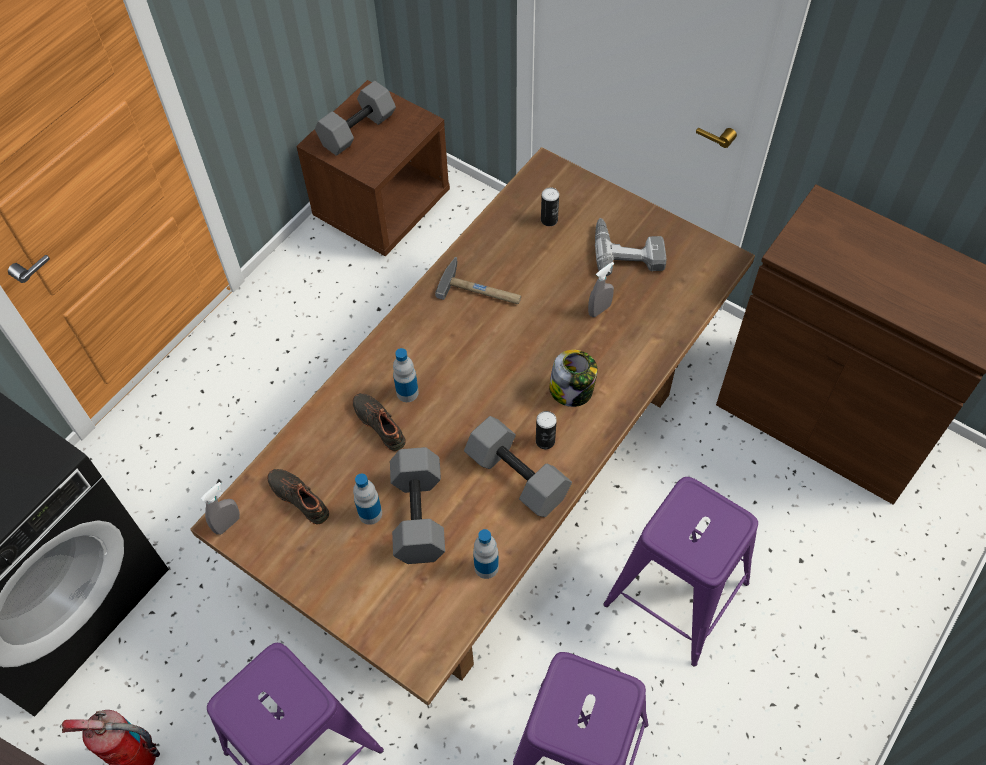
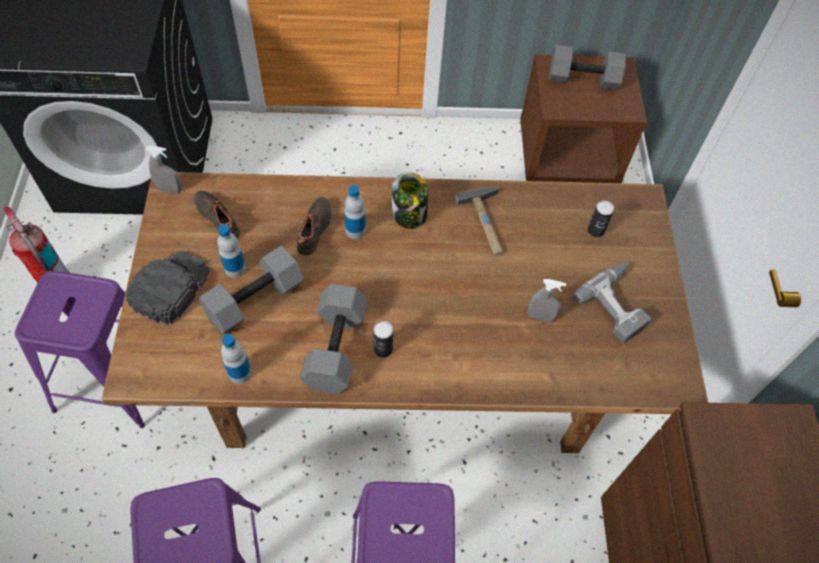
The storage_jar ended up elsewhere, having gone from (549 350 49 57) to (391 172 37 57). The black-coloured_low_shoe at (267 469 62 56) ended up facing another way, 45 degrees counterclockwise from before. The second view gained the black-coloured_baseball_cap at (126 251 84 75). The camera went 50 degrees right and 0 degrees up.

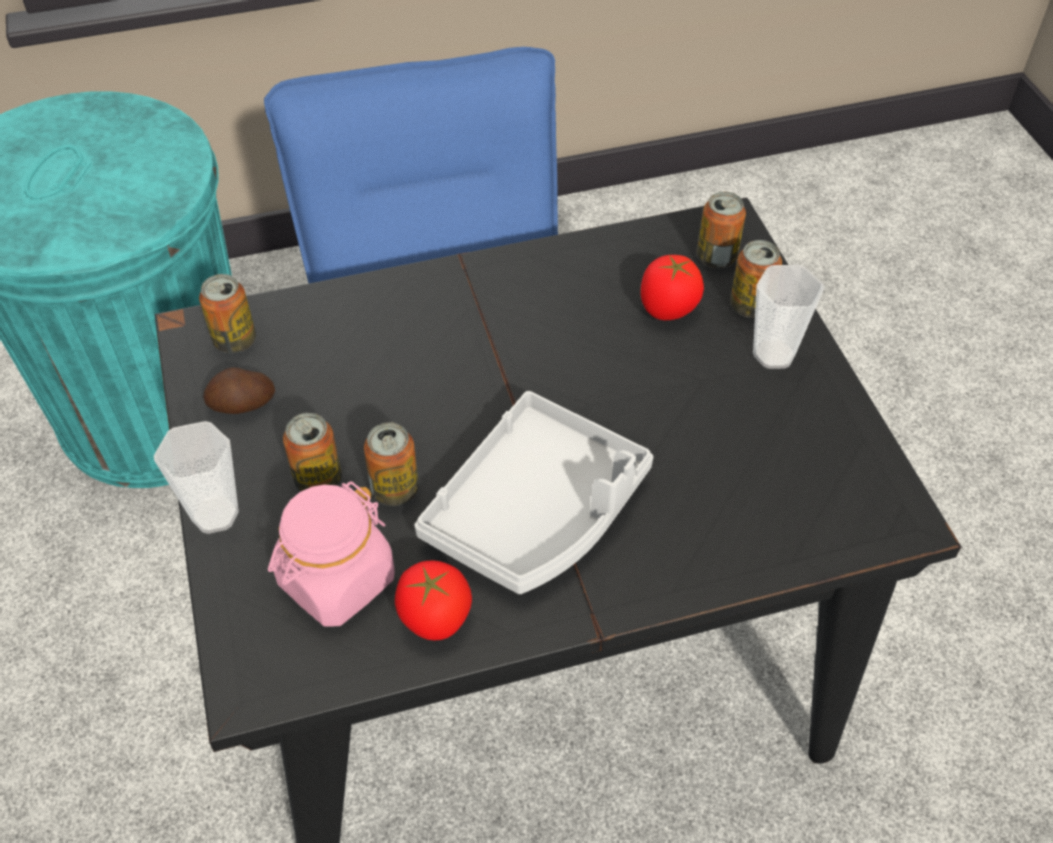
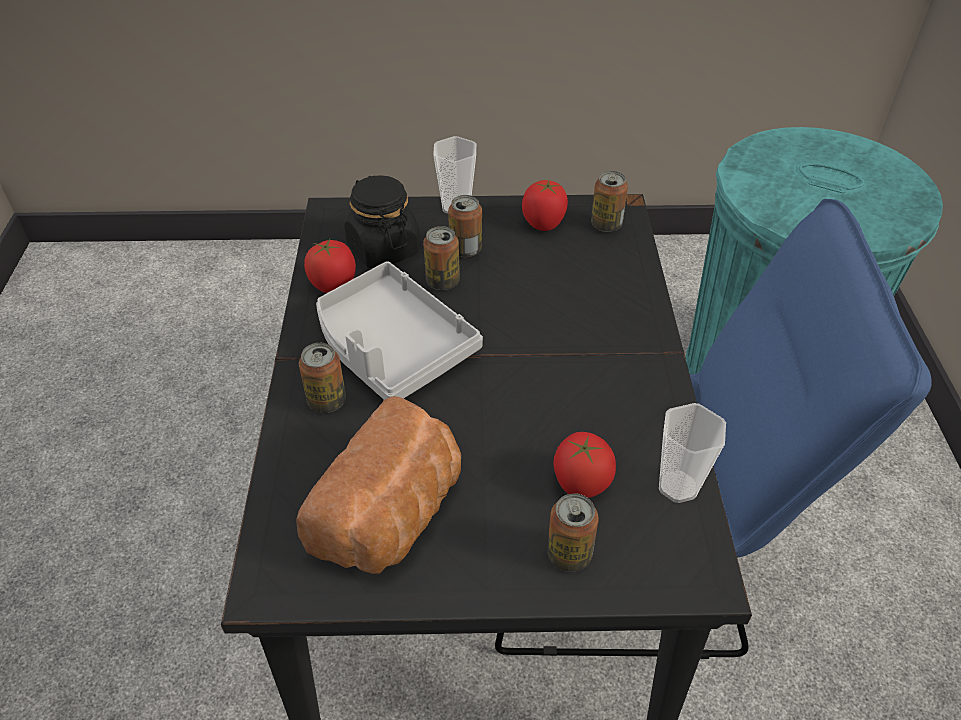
The metal_can ended up elsewhere, having gone from (697 191 49 77) to (299 343 47 70). The small_cup ended up elsewhere, having gone from (753 265 71 104) to (659 403 67 100). Where the spud stood at (203 367 72 47), the whole_tomato came to stand at (522 180 46 51). What was the pink_storage_jar at (268 481 127 146) turned into the black-coloured_storage_jar at (344 175 77 93). The second view gained the baked_bread at (296 396 165 178). The camera went 105 degrees right and 5 degrees down.

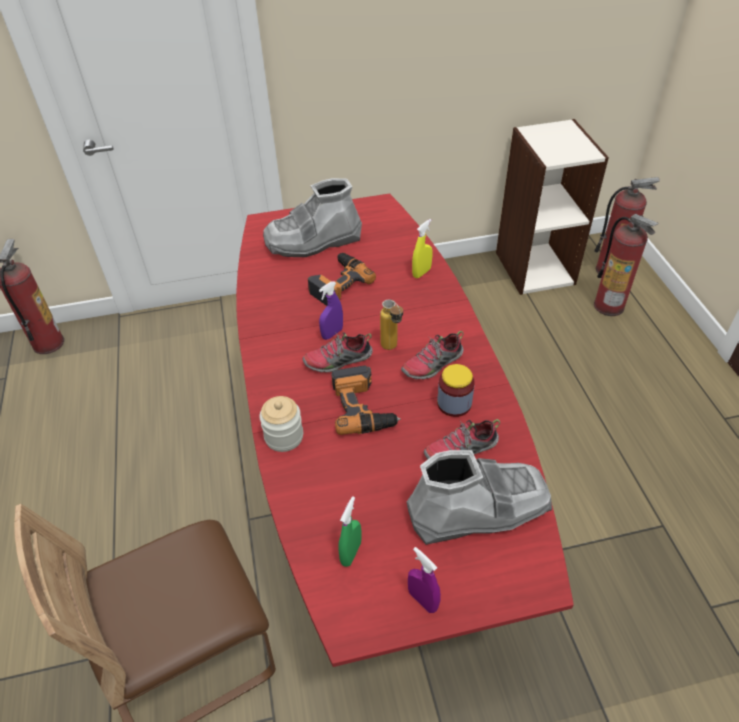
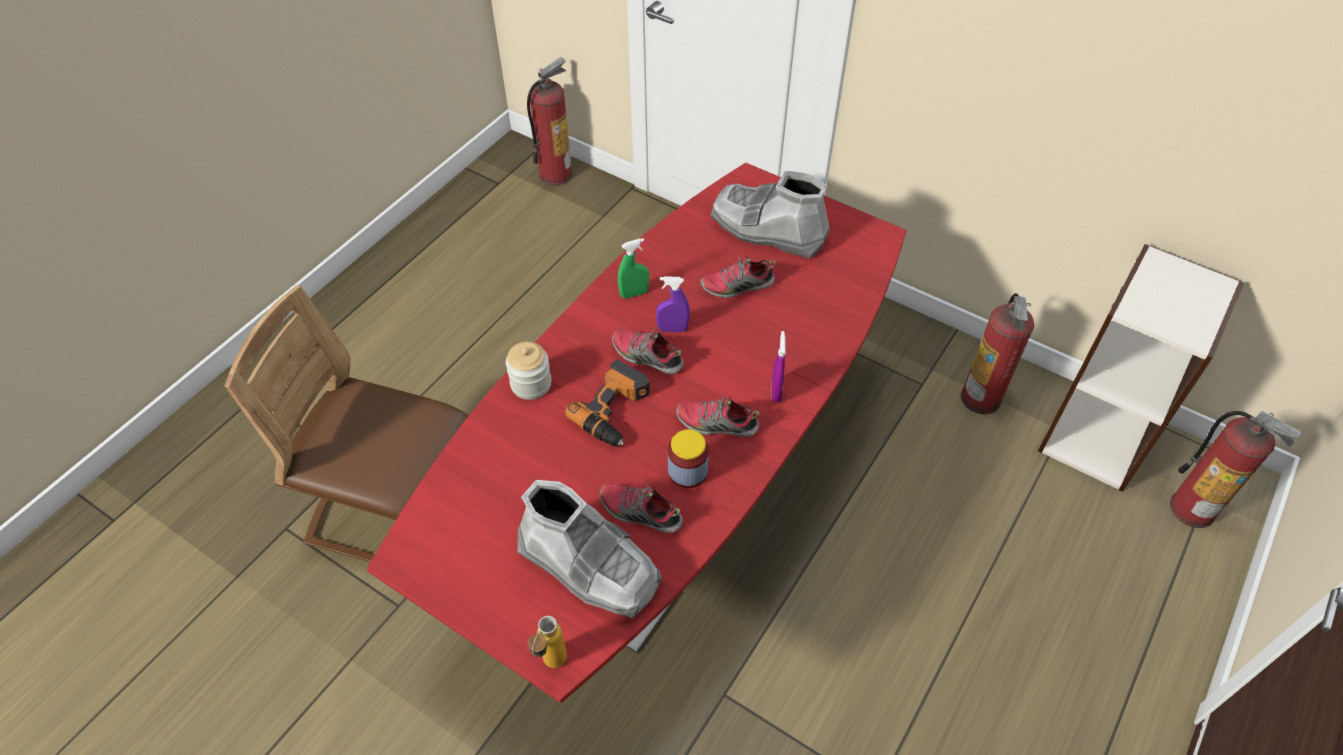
The fire_extinguisher ended up elsewhere, having gone from (594 214 64 102) to (961 293 73 121). The second view lost the yellow_hand_sprayer at (412 219 20 59). Where the electric_drill stood at (308 253 68 53), the low_shoe came to stand at (700 256 76 42). The drink_bottle ended up elsewhere, having gone from (380 299 23 51) to (528 616 39 52). The green-coloured_hand_sprayer ended up elsewhere, having gone from (338 496 24 71) to (618 238 31 61). The purplish_hand_sprayer ended up elsewhere, having gone from (408 547 33 66) to (772 331 14 72). The camera went 45 degrees right and 5 degrees up.

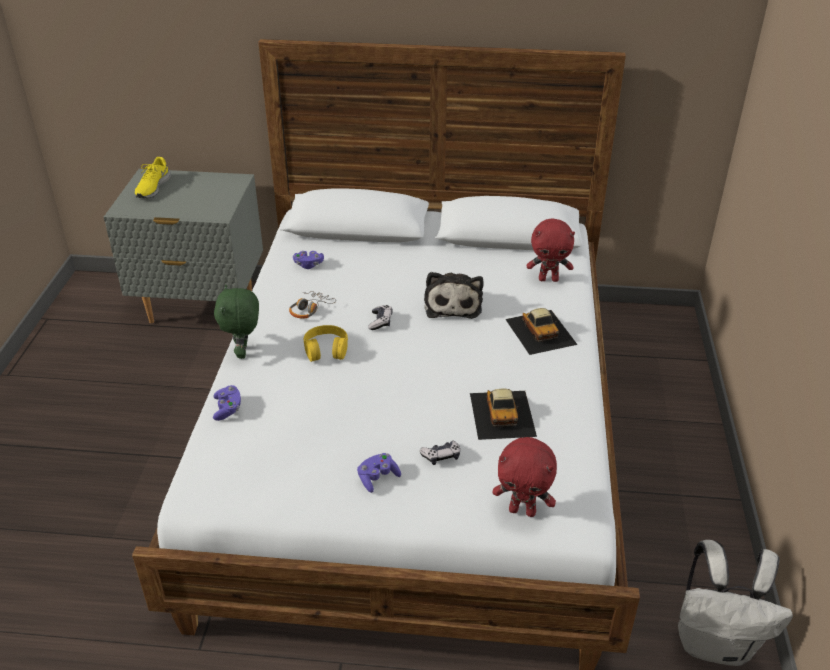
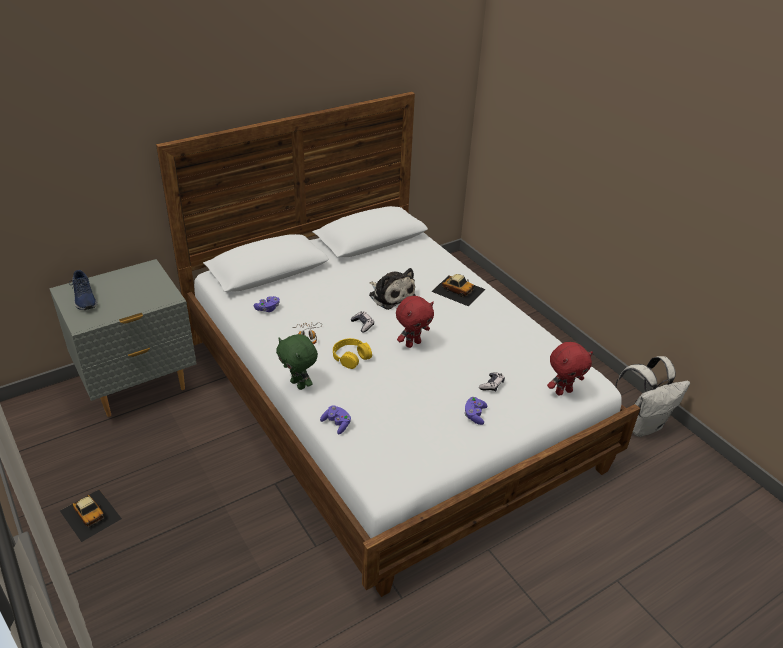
What was the yellow_low_shoe at (135 157 36 41) turned into the bluish_low_shoe at (69 270 28 40). The red-coloured_cuddly_toy ended up elsewhere, having gone from (527 218 48 64) to (396 296 38 52). The miniature_car ended up elsewhere, having gone from (470 389 67 51) to (60 490 62 52). The camera went 40 degrees left and 0 degrees up.

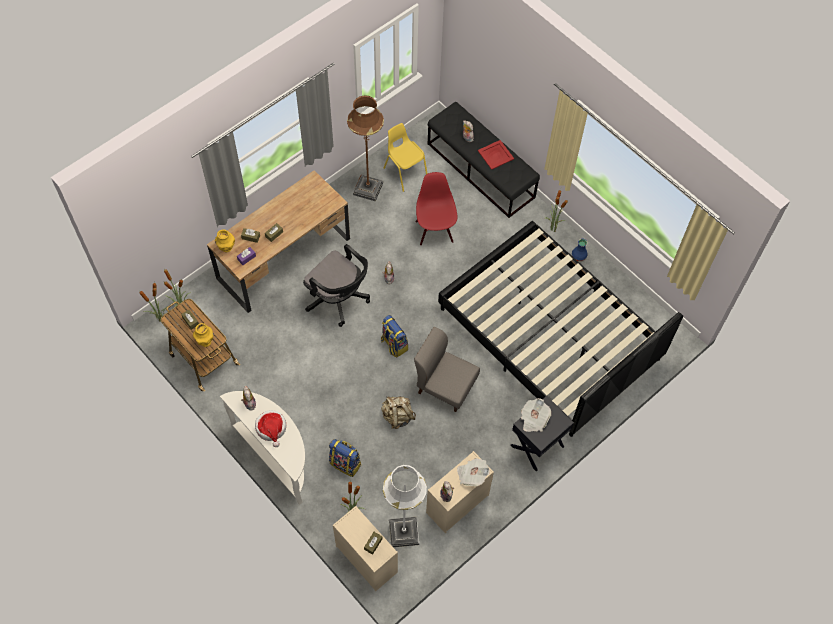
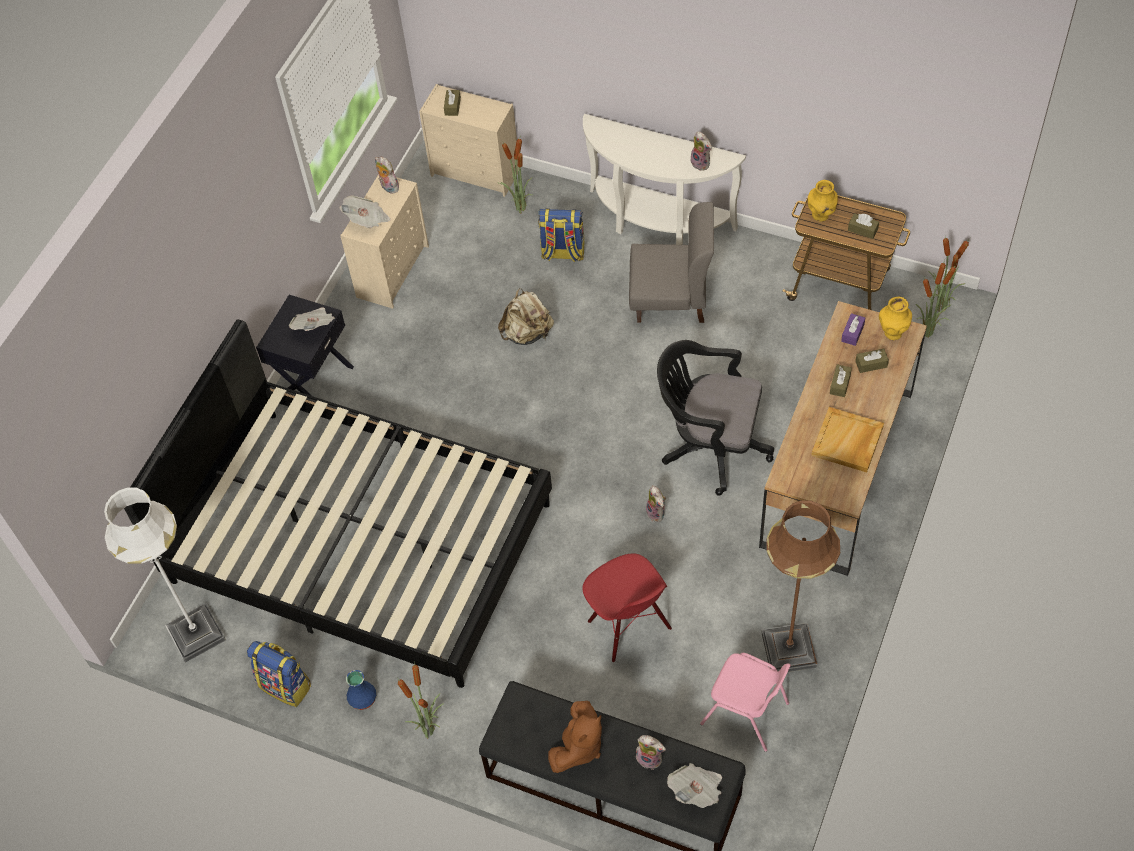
What was the yellow_upright_chair at (384 123 44 69) turned into the pink_upright_chair at (700 653 91 99). Where the red-coloured_serving_tray stood at (478 140 36 30), the brown_cuddly_toy came to stand at (548 701 54 72). The knapsack ended up elsewhere, having gone from (381 315 27 42) to (247 641 64 66). The gray_upright_chair ended up elsewhere, having gone from (414 327 66 85) to (629 202 85 121). The second view lost the clothing_hat at (255 410 31 37). The white_standard_lamp ended up elsewhere, having gone from (383 465 44 82) to (104 488 122 175). The second view gained the sand-coloured_serving_tray at (811 407 73 66). The second view gained the daily_paper at (667 763 55 45). The camera went 160 degrees right and 5 degrees down.

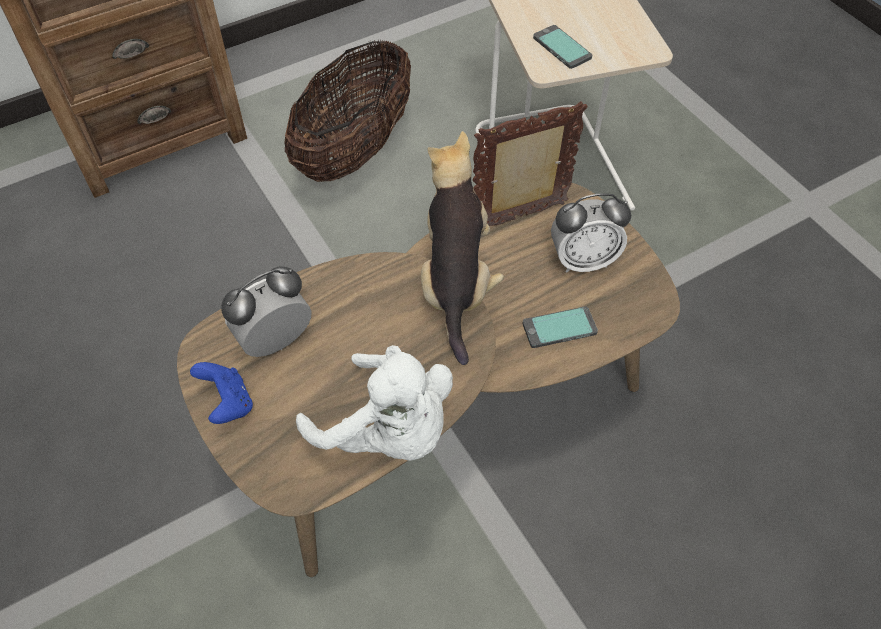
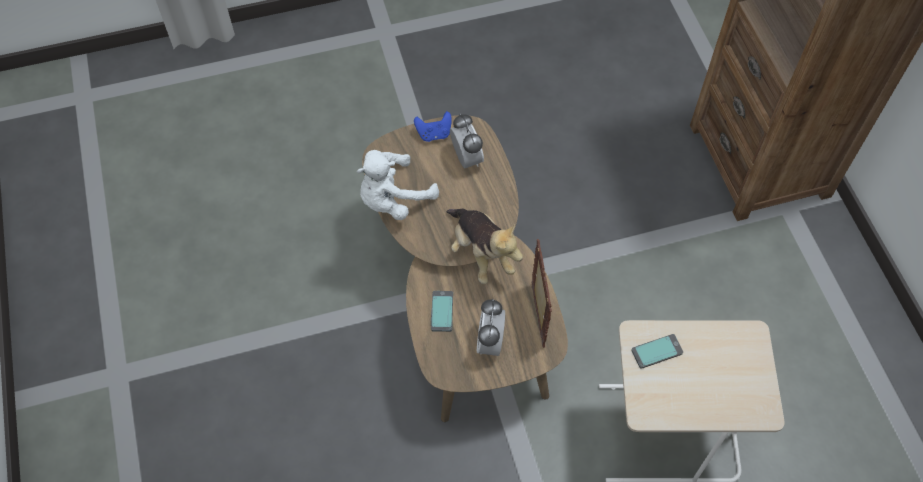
The second view lost the basket at (285 40 126 142). The cuddly_toy at (421 131 83 234) ended up facing another way, 45 degrees clockwise from before. The camera went 105 degrees right and 5 degrees up.

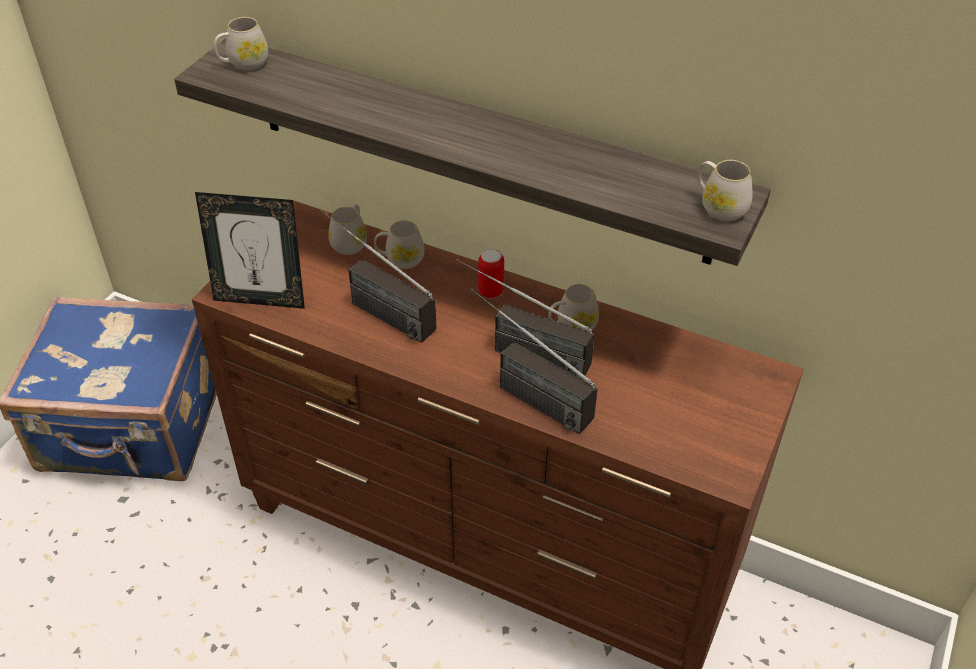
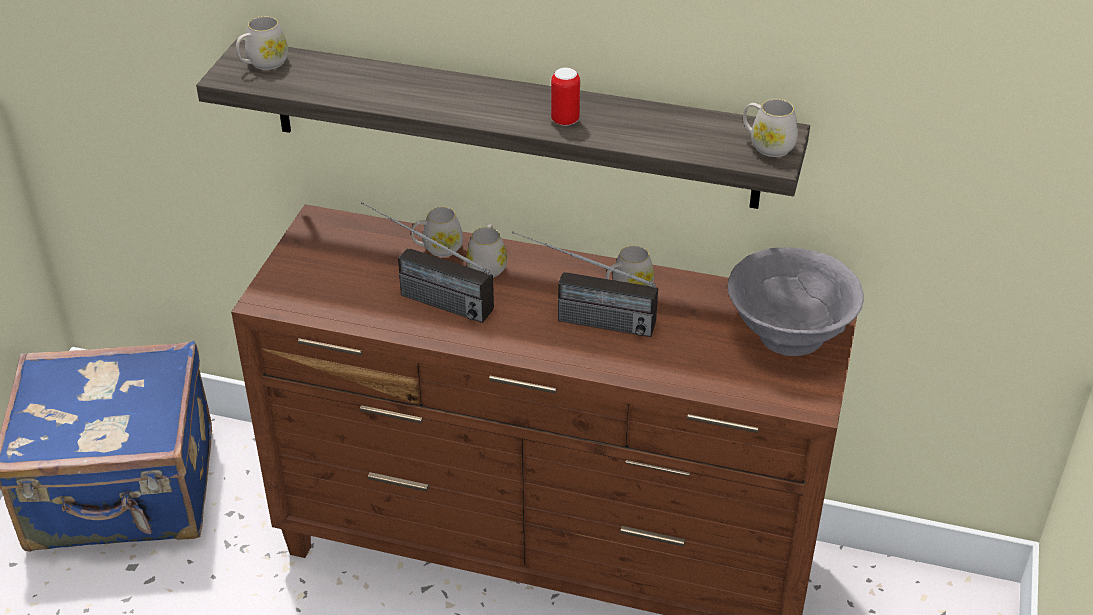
The second view lost the picture_frame at (195 192 110 117). The white_tea_mug ended up elsewhere, having gone from (328 204 39 51) to (466 224 41 54). The metal_can ended up elsewhere, having gone from (478 249 26 49) to (551 68 29 58). The second view lost the radio_receiver at (471 288 127 146). The second view gained the gray_bowl at (727 247 137 109). The camera went 10 degrees left and 5 degrees down.

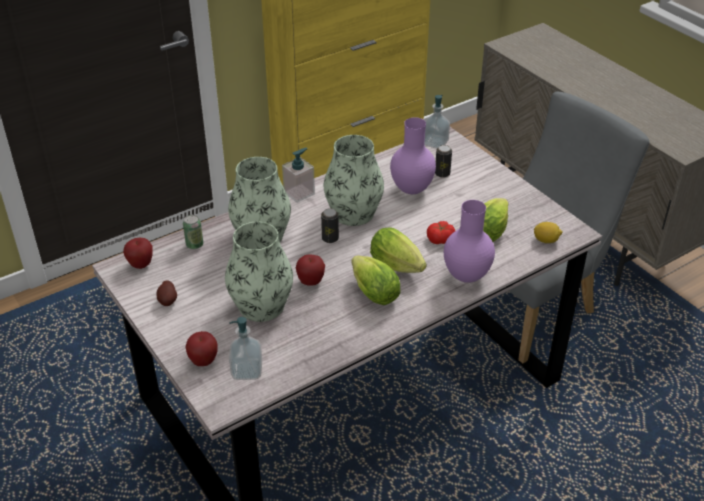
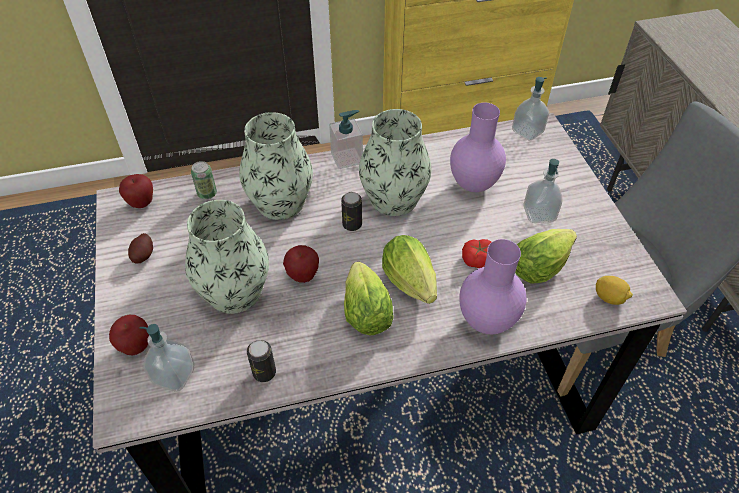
The metal_can ended up elsewhere, having gone from (435 145 17 33) to (247 340 29 42). The second view gained the soap_dispenser at (523 159 40 64). The camera went 20 degrees right and 10 degrees up.

